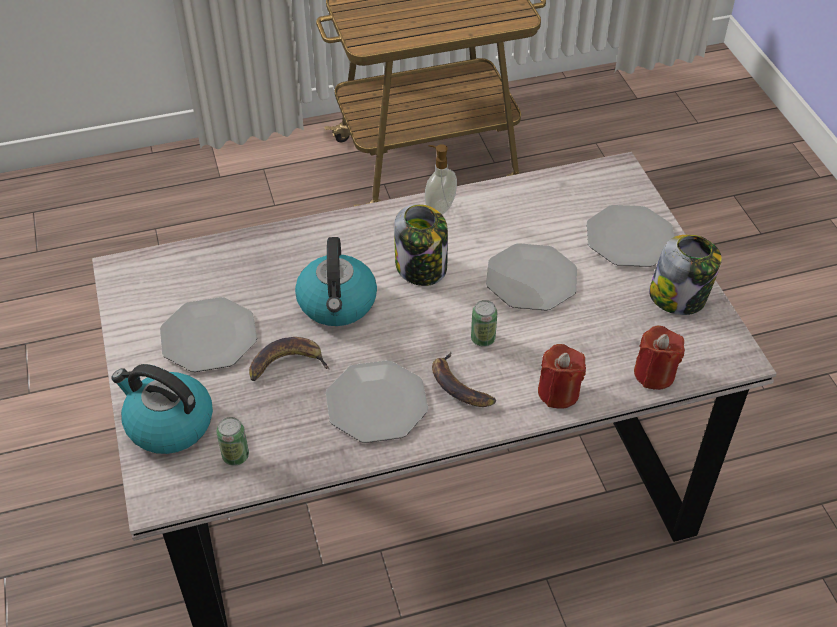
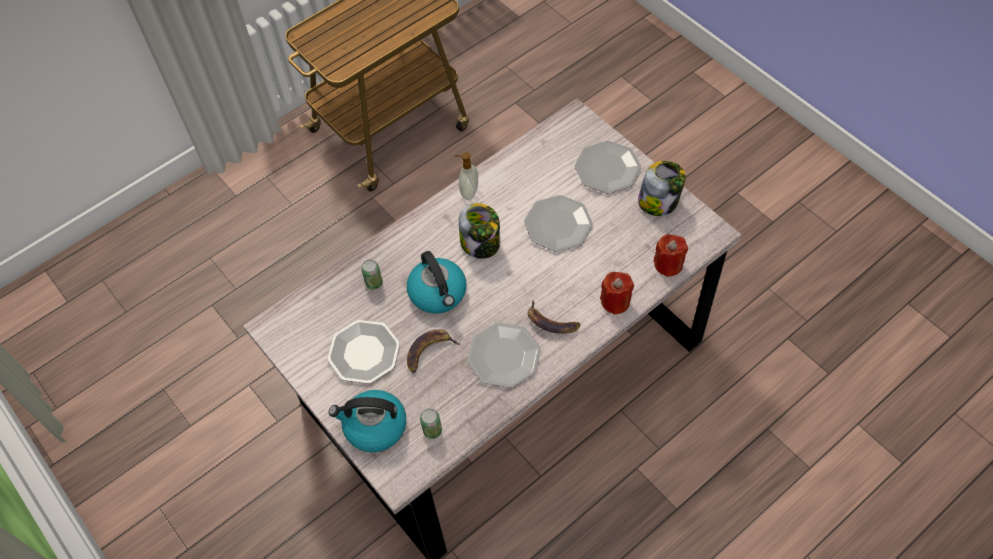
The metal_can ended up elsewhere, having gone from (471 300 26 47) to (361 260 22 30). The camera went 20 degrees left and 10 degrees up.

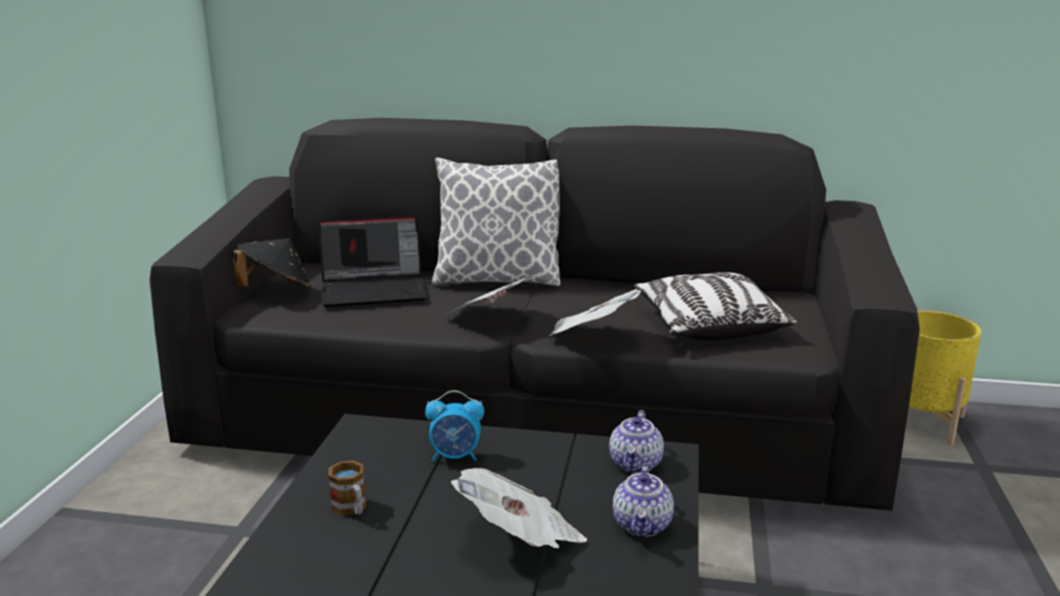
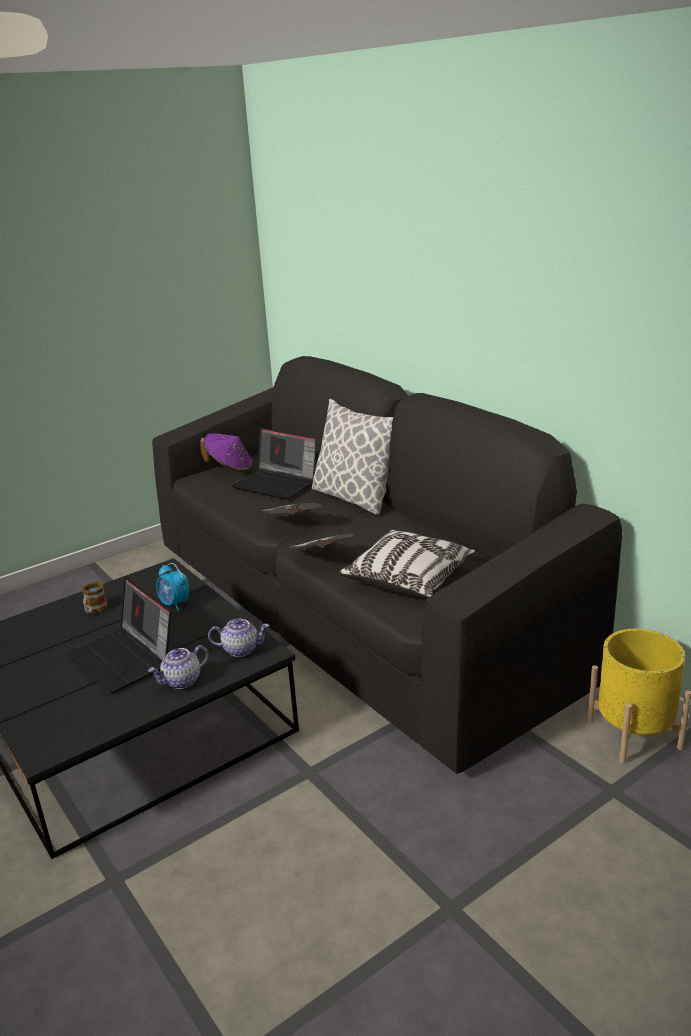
What was the black-coloured_clothing_hat at (231 239 80 49) turned into the purplish_clothing_hat at (200 433 52 39). The pot_for_tea at (609 410 55 63) ended up facing another way, 150 degrees counterclockwise from before. Where the daily_paper stood at (451 468 136 80), the notebook_computer came to stand at (69 577 102 116). The camera went 45 degrees right and 5 degrees up.

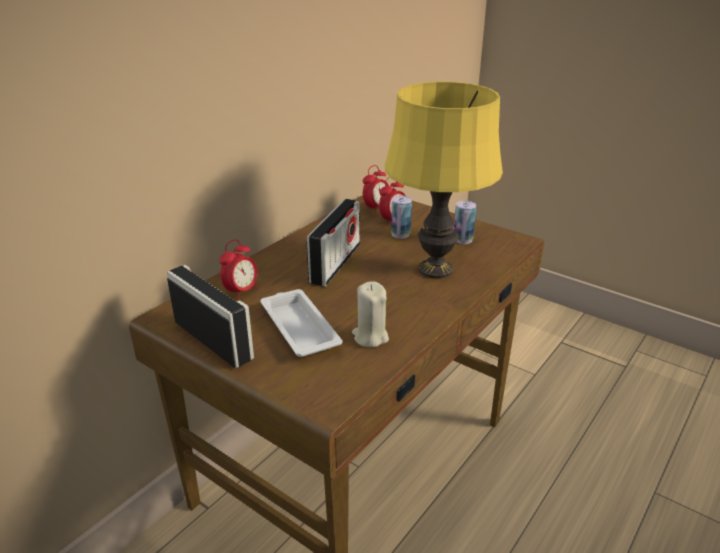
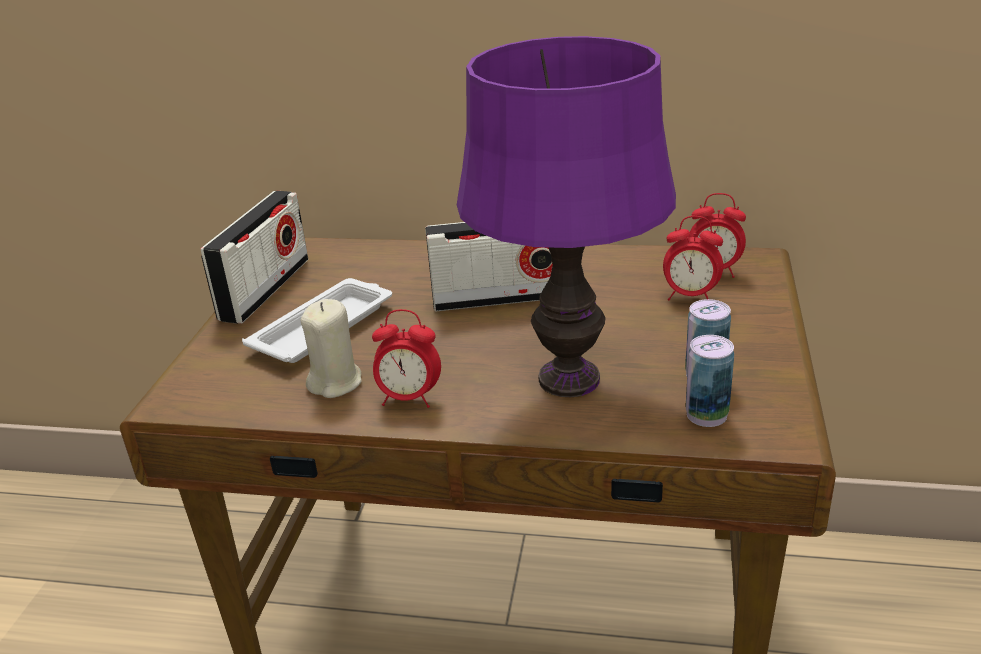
What was the yellow_tabletop_lamp at (385 82 118 197) turned into the purplish_tabletop_lamp at (457 36 219 361). The metal_can ended up elsewhere, having gone from (391 196 21 43) to (686 335 48 92). The table_clock ended up elsewhere, having gone from (219 239 39 61) to (372 309 69 99). The camera went 65 degrees right and 0 degrees up.

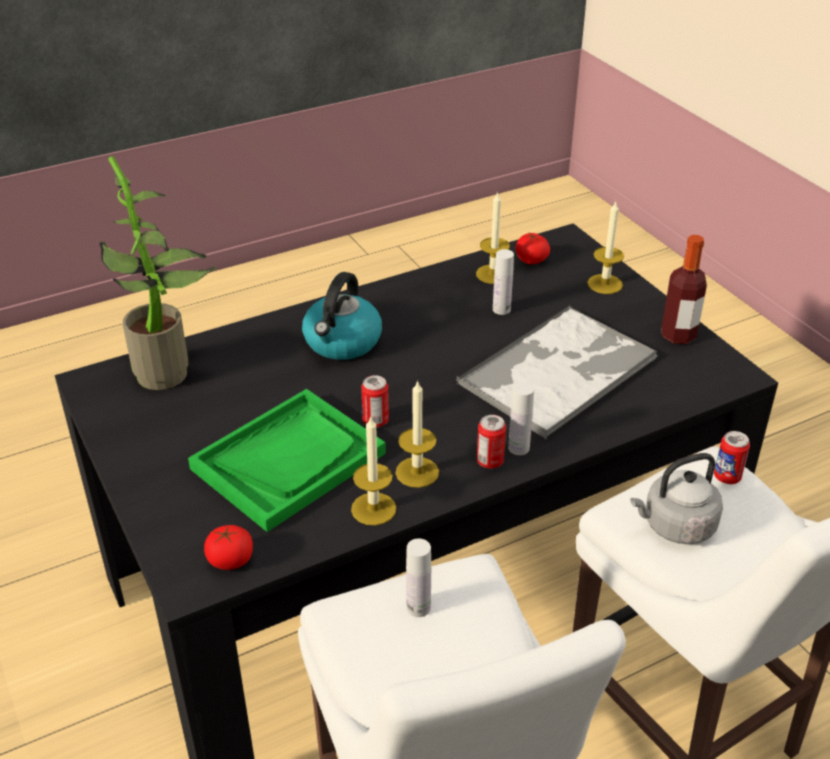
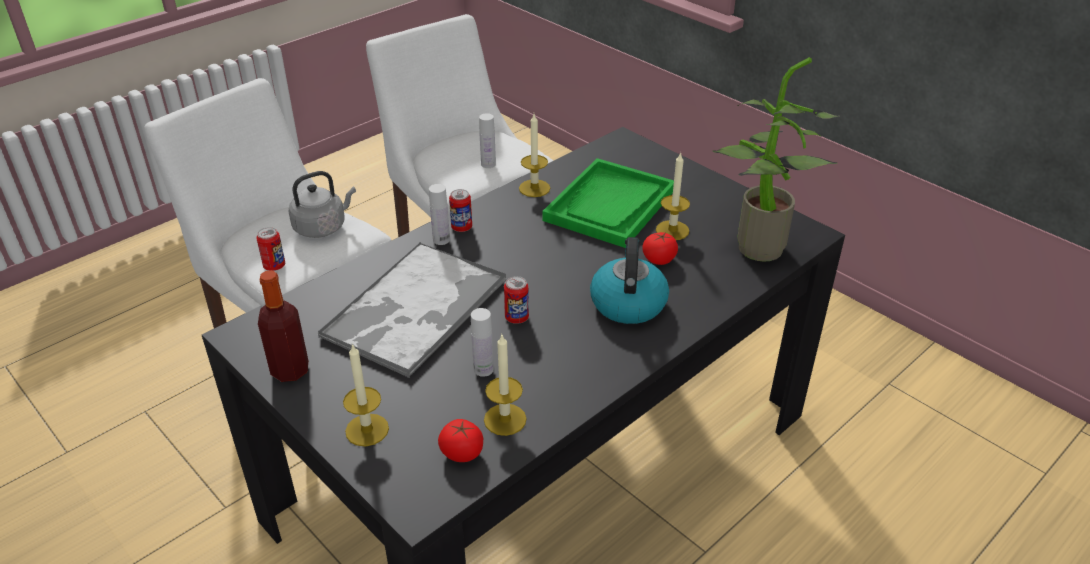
The metal_can ended up elsewhere, having gone from (361 375 28 52) to (504 276 25 48). The wax_candle ended up elsewhere, having gone from (396 380 43 108) to (656 152 34 88). The whole_tomato ended up elsewhere, having gone from (204 525 49 45) to (642 232 36 33). The camera went 165 degrees right and 0 degrees up.

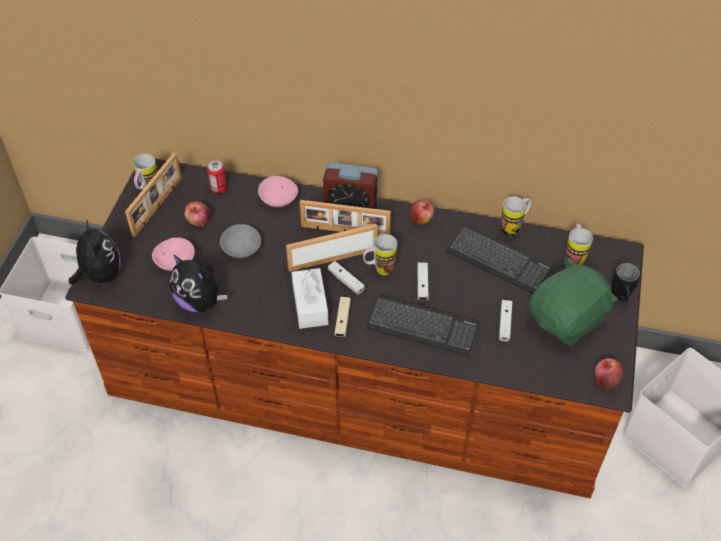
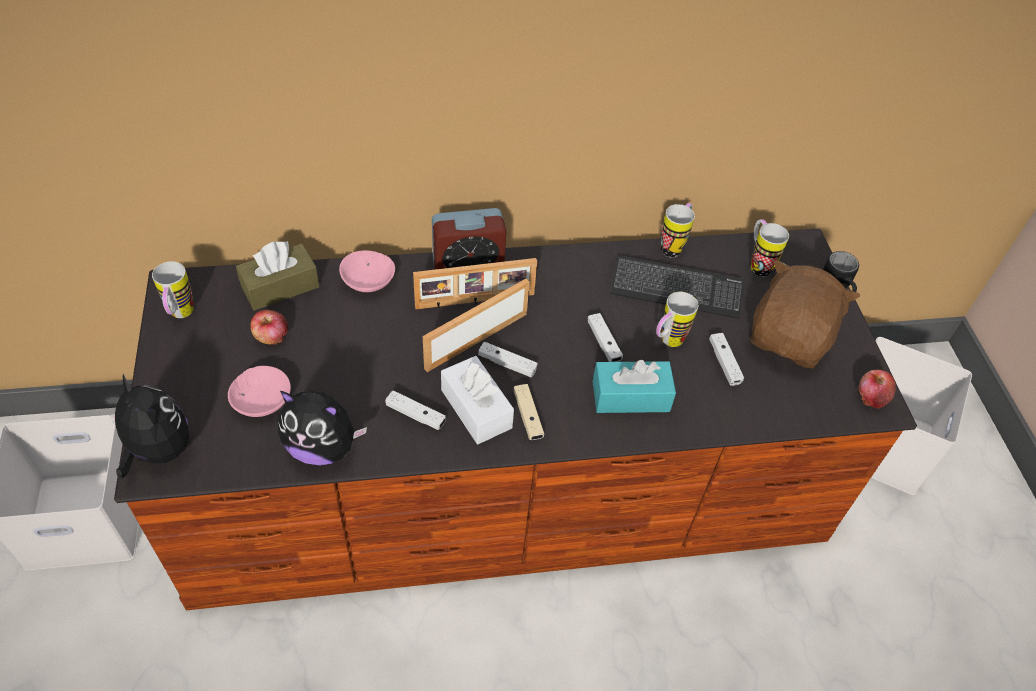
The second view lost the picture_frame at (125 153 57 84). Where the metal_can stood at (207 160 20 33), the brown_tissue_holder came to stand at (236 241 84 70). The second view lost the whole_apple at (410 200 24 24). The second view lost the gray_bowl at (220 224 41 34). The tea_mug ended up elsewhere, having gone from (363 234 34 41) to (656 292 42 55). What was the green-coloured_cuddly_toy at (529 257 89 89) turned into the brown_cuddly_toy at (750 260 110 109). Where the keyboard stood at (366 296 113 60), the turquoise_tissue_holder came to stand at (593 360 83 53). The second view gained the white_joypad at (385 390 61 40). The camera went 25 degrees left and 0 degrees up.

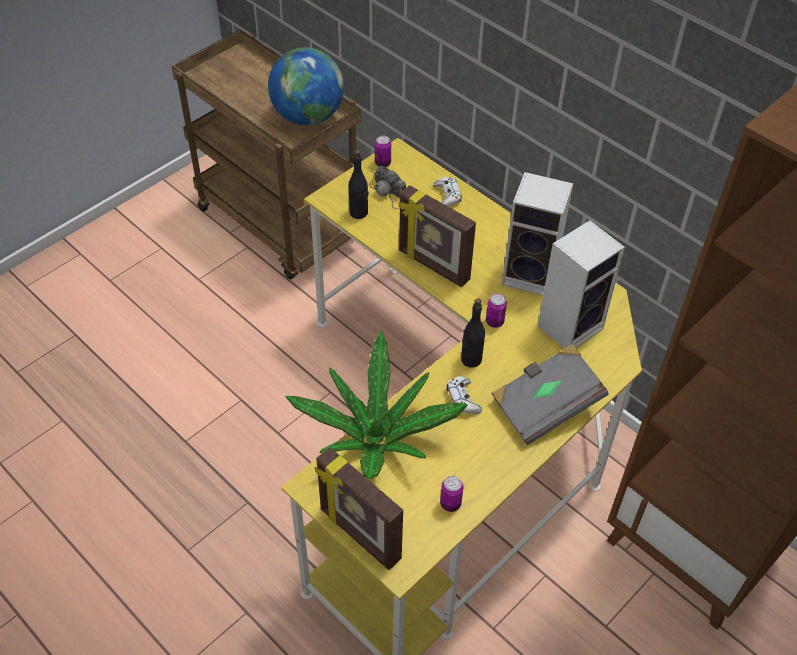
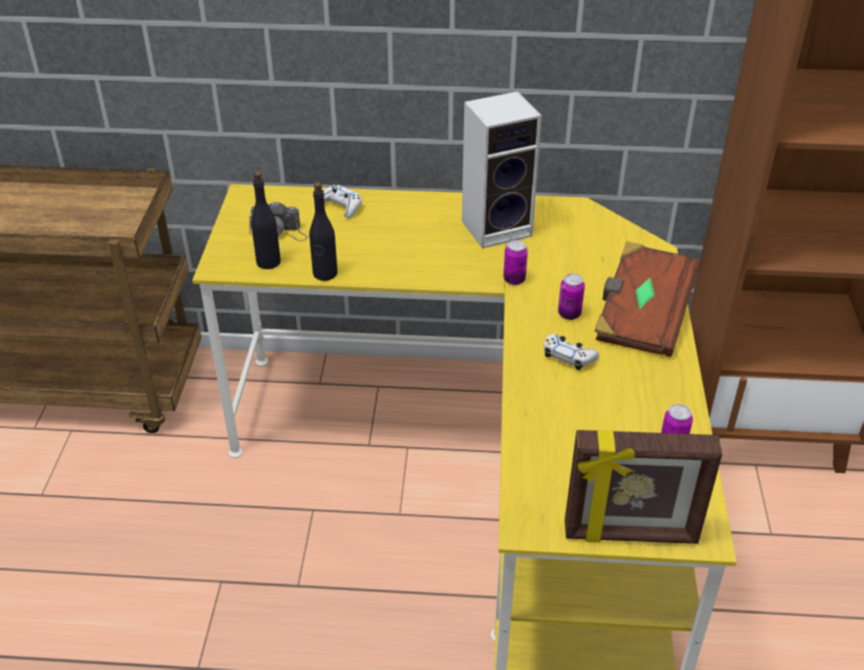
The second view lost the globe at (268 47 76 78). The metal_can ended up elsewhere, having gone from (375 135 16 32) to (558 273 27 47). The second view lost the picture_frame at (399 185 77 102). The second view lost the speaker at (538 220 87 129). The black-coloured_drink_bottle ended up elsewhere, having gone from (461 298 24 70) to (309 182 29 99). The second view lost the potted_plant at (285 331 183 148). What was the gray_bound_book at (491 344 118 101) turned into the brown_bound_book at (595 241 105 116). The camera went 40 degrees left and 10 degrees down.

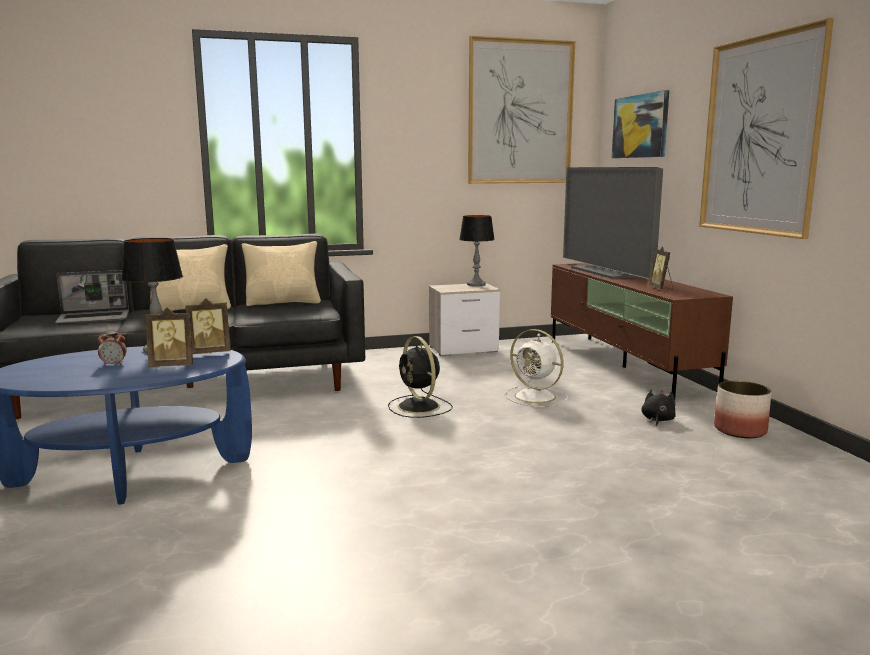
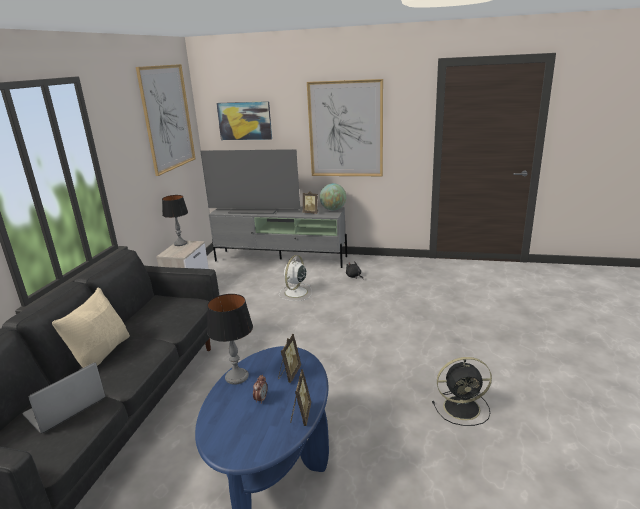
The second view lost the sand-coloured_pillow at (242 241 79 65). What was the brown_tv_stand at (551 263 182 135) turned into the gray_tv_stand at (209 206 138 62). The notebook_computer at (55 270 74 54) ended up facing another way, 150 degrees counterclockwise from before. The picture_frame ended up elsewhere, having gone from (185 298 46 56) to (290 369 21 57). The white_fan at (505 329 63 78) ended up facing another way, 135 degrees clockwise from before. The black-coloured_fan ended up elsewhere, having gone from (388 336 65 82) to (432 357 60 69). The second view lost the flower_pot at (714 381 58 57). The second view gained the globe at (320 183 26 28). The camera went 60 degrees left and 10 degrees up.

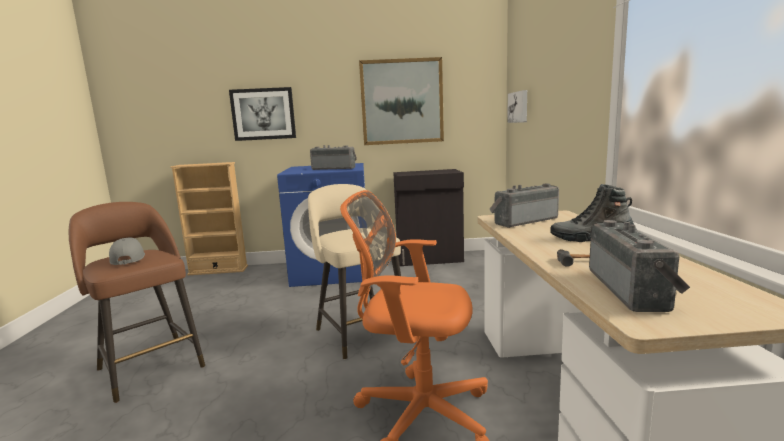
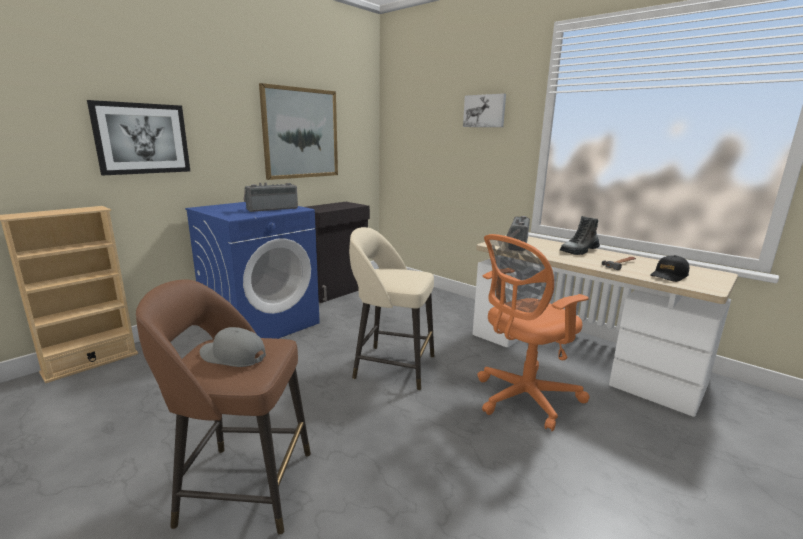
The picture ended up elsewhere, having gone from (507 90 20 33) to (463 93 43 34). Where the radio_receiver stood at (589 220 101 92), the black-coloured_baseball_cap came to stand at (650 255 39 27). The camera went 45 degrees left and 5 degrees up.

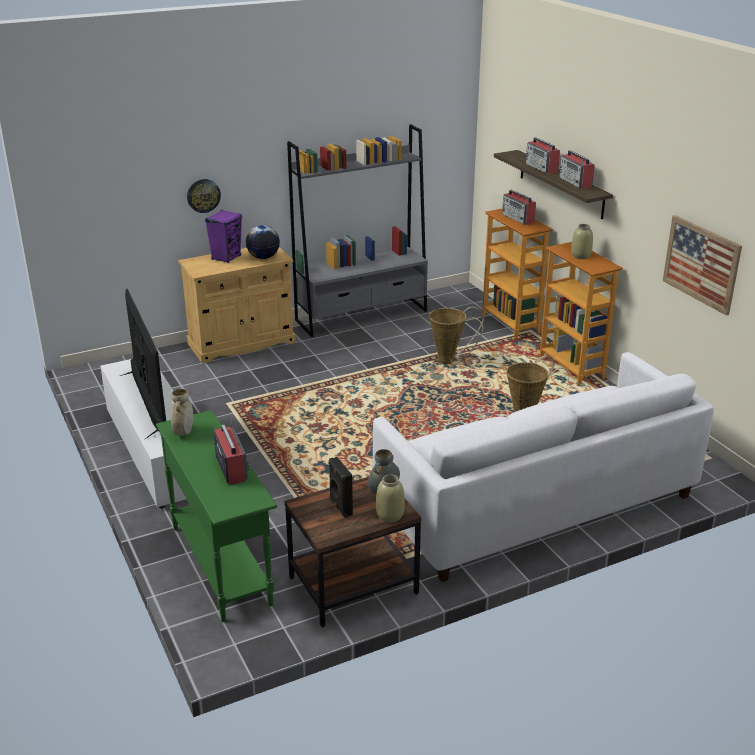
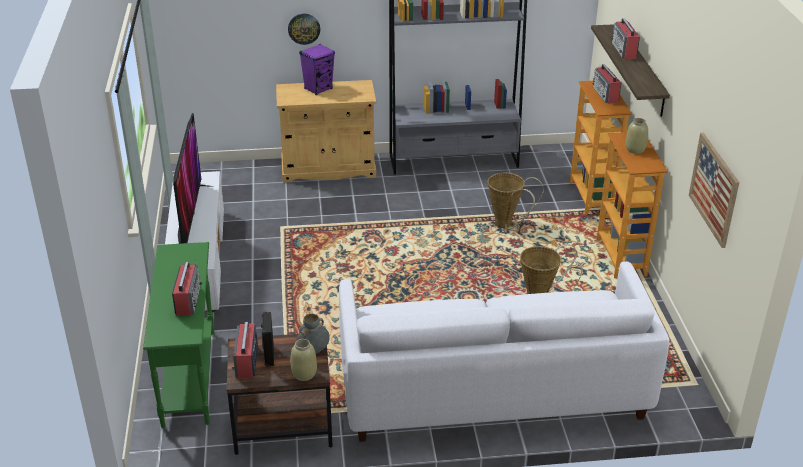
The radio_receiver ended up elsewhere, having gone from (559 150 36 39) to (232 322 26 57). The second view lost the globe at (246 225 34 34). The second view lost the sand-coloured_vase at (171 389 22 47). The camera went 20 degrees right and 5 degrees up.

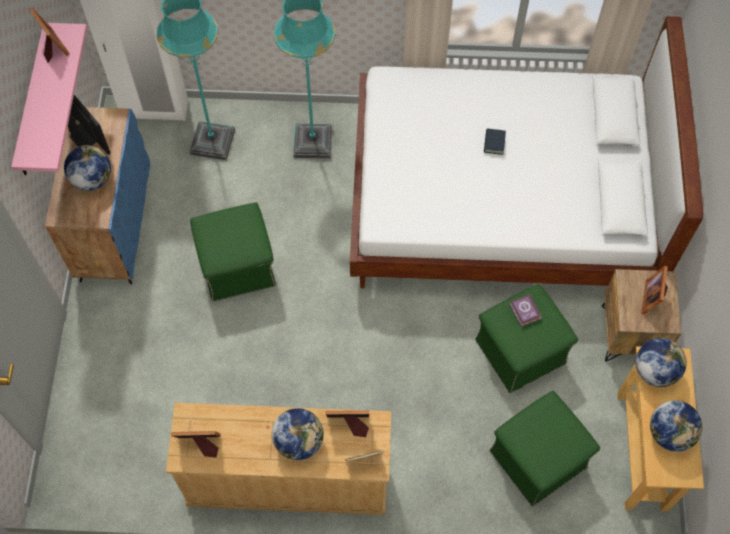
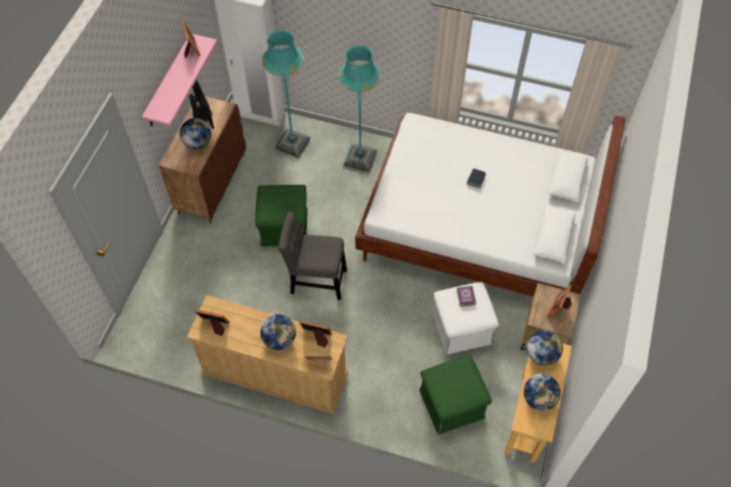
What was the bluish_storage_cabinet at (45 107 105 177) turned into the brown_storage_cabinet at (159 96 87 127). What was the green-coloured_ottoman at (475 284 103 109) turned into the white_ottoman at (432 282 67 73). The second view gained the gray_upright_chair at (279 212 68 88). The camera went 15 degrees right and 5 degrees down.

